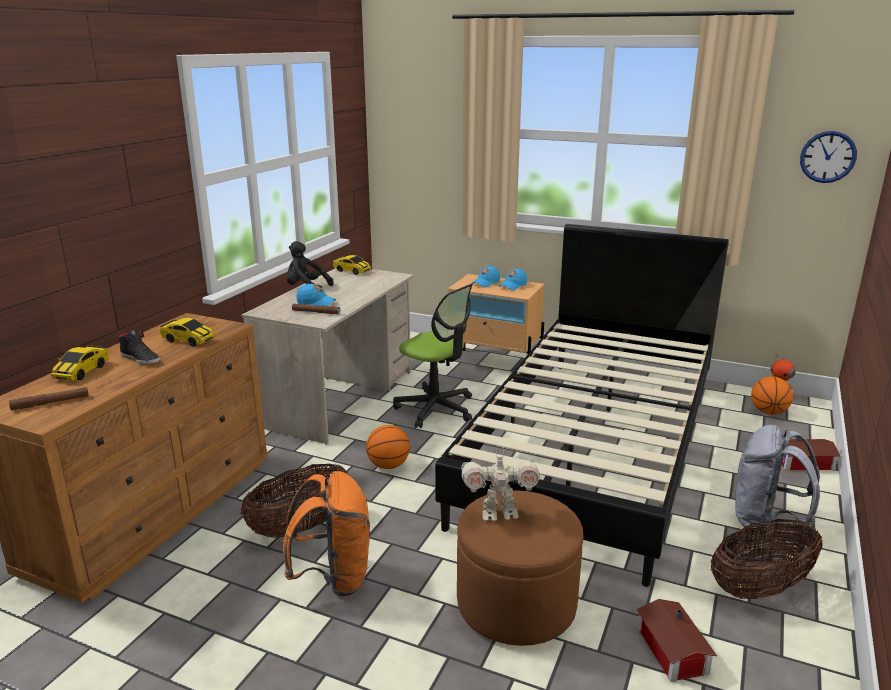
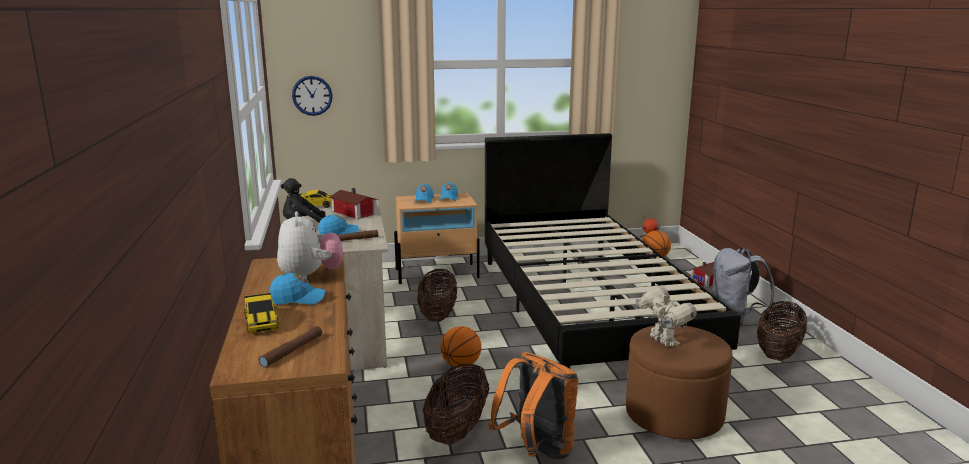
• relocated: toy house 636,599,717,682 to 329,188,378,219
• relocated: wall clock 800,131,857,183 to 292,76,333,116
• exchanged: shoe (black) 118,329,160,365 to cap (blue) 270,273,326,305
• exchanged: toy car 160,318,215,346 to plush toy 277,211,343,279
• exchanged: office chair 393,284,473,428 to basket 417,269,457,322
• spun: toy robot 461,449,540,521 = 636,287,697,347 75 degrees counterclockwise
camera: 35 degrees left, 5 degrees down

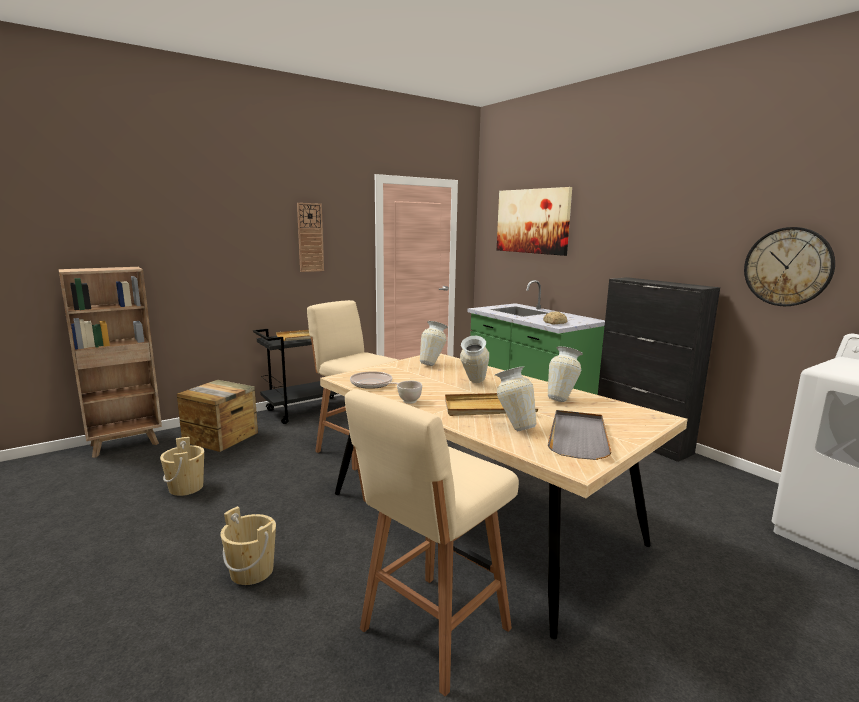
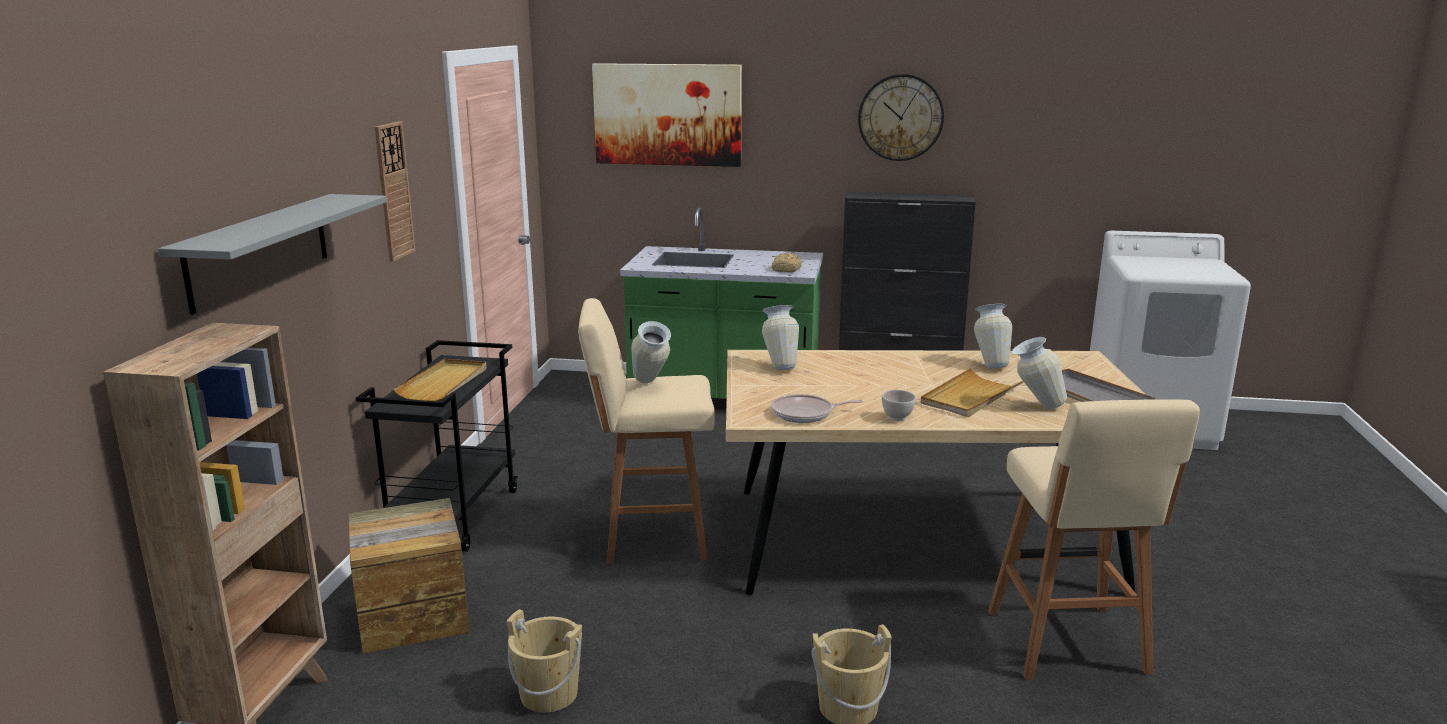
• appeared: shelf (grey) 158,194,387,315
• relocated: vase 460,336,489,383 to 631,321,671,383
• relocated: wall clock 744,227,835,306 to 858,74,944,161
camera: 45 degrees left, 5 degrees up

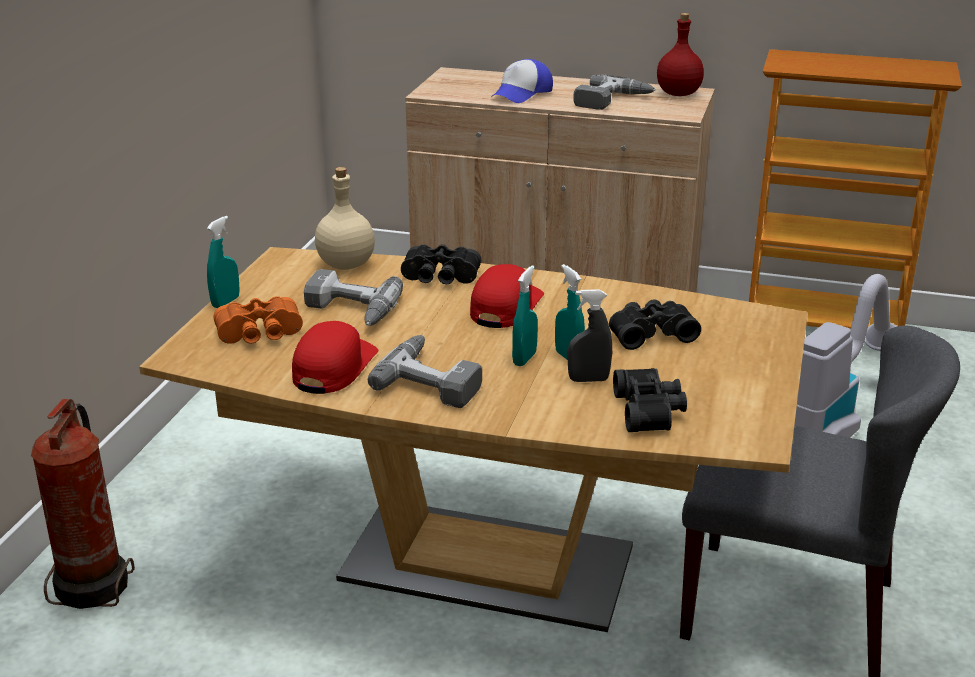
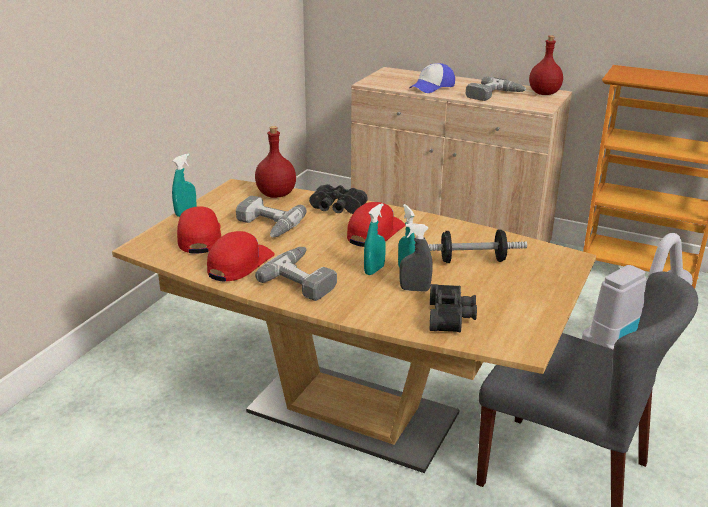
• missing: fire extinguisher 31,399,135,609
• exchanged: binoculars (orange) 213,296,303,344 to cap (red) 177,206,221,254
• exchanged: binoculars (black) 609,299,701,350 to dumbbell 428,229,527,263
• colour: bottle (beige) 315,167,375,270 to bottle (red) 255,126,296,198
camera: 10 degrees right, 0 degrees up

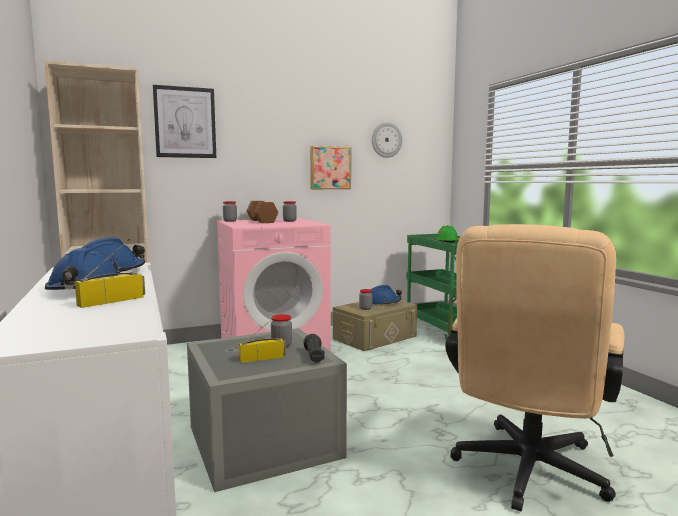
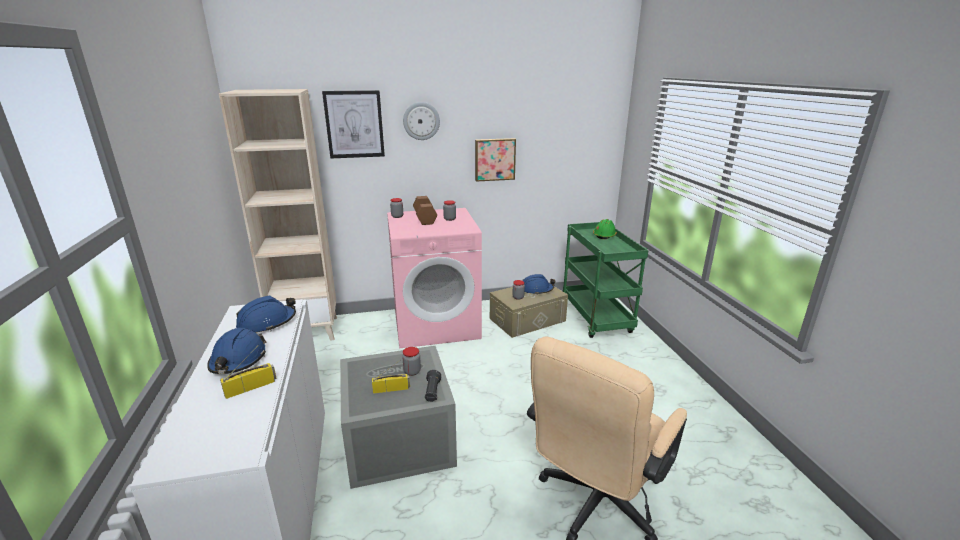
• relocated: wall clock 372,122,402,158 to 403,102,440,140
camera: 10 degrees right, 15 degrees up

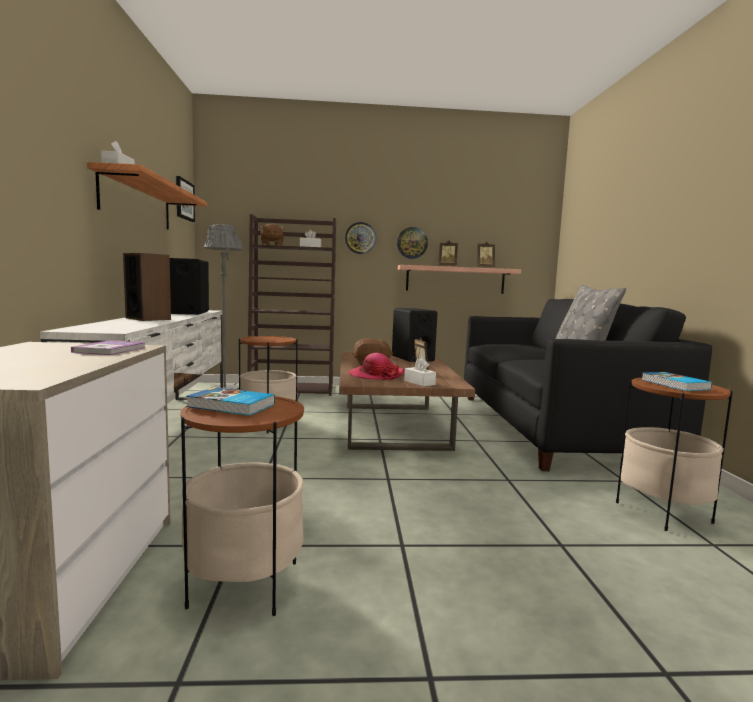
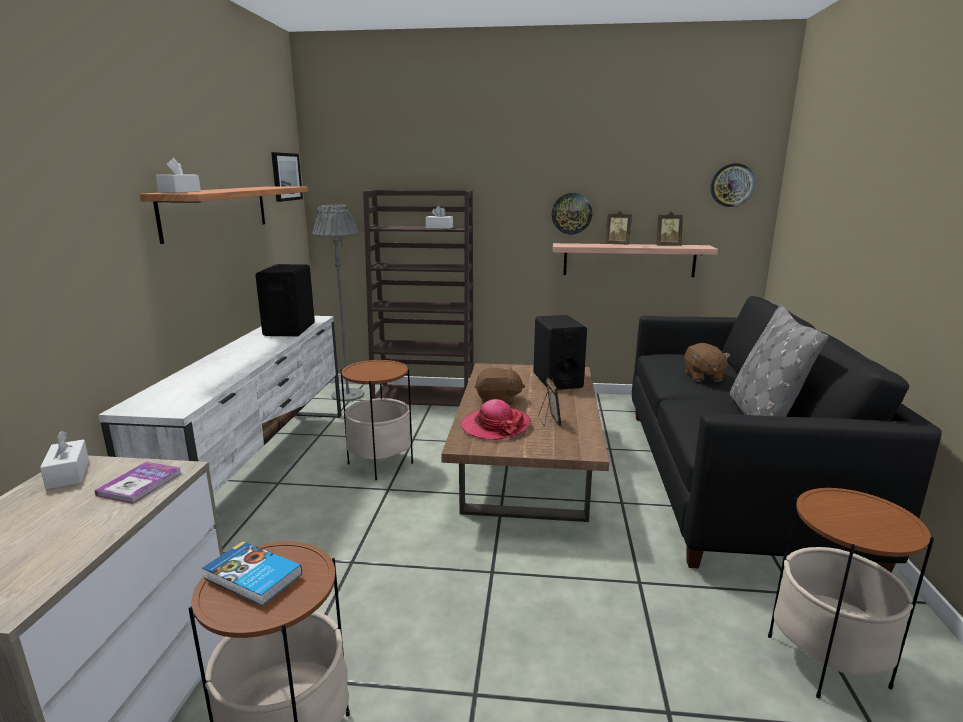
• missing: speaker 123,253,171,321
• missing: book 642,372,712,391
• relocated: plush toy (brown) 259,224,285,246 to 684,343,731,382
• relocated: wall clock 345,222,376,254 to 710,163,755,207
• relocated: tissue box (white) 404,357,436,387 to 40,431,89,490
camera: 10 degrees right, 10 degrees up

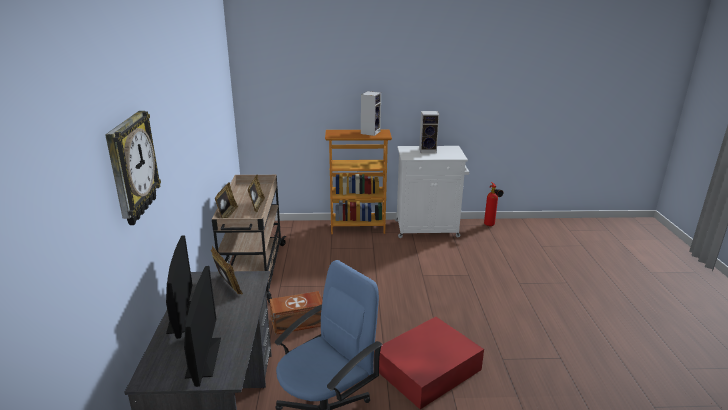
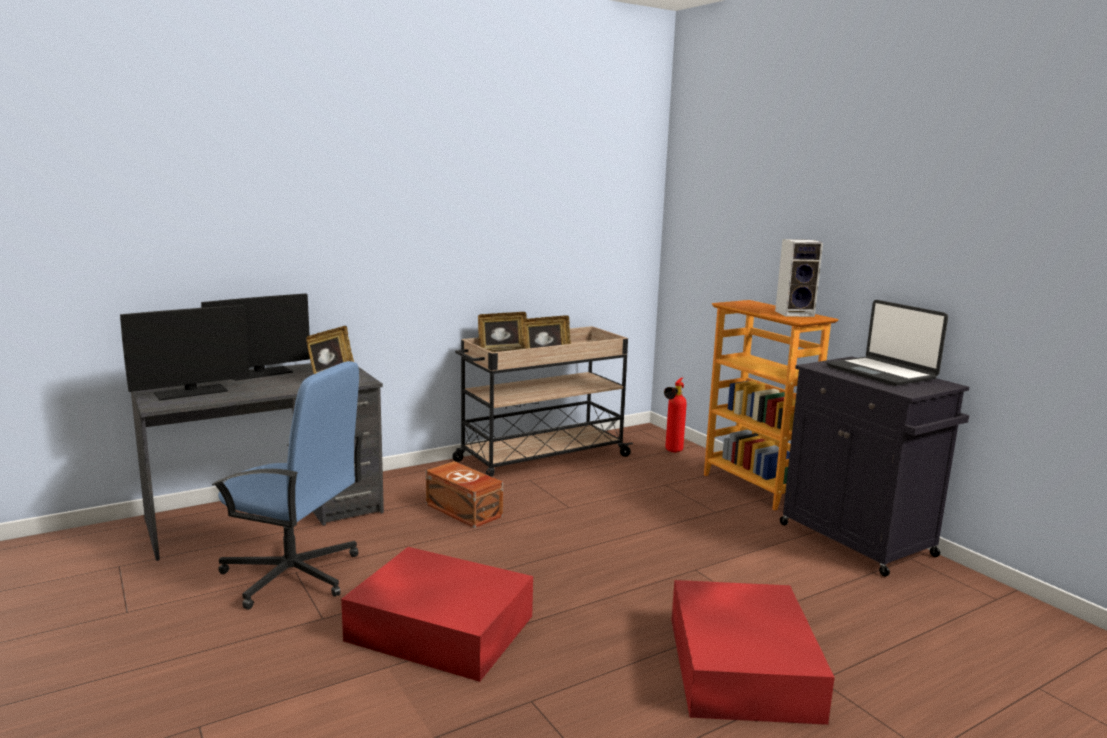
• missing: wall clock 105,111,161,225
• appeared: storage box (red) 672,580,835,725
• relocated: fire extinguisher 484,182,504,226 to 664,378,687,452
• exchanged: speaker 419,111,439,153 to laptop 826,300,948,386
• colour: cabinet (white) 395,146,469,238 to cabinet (black) 780,357,969,577
camera: 60 degrees right, 10 degrees down

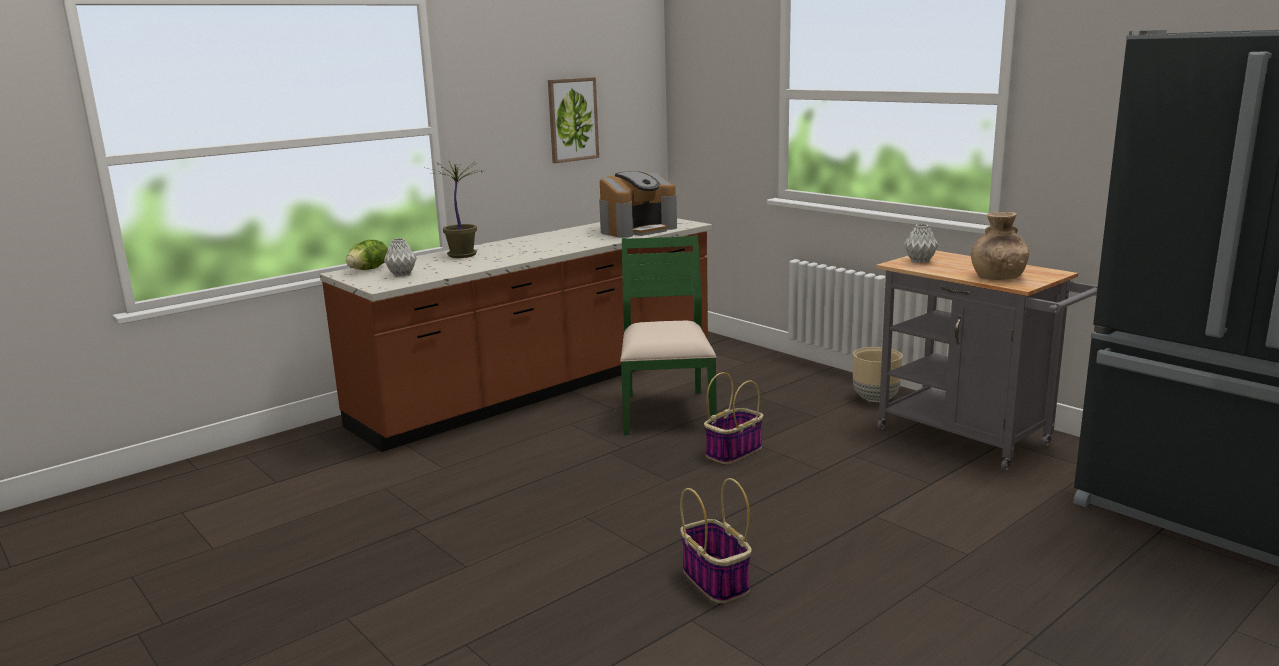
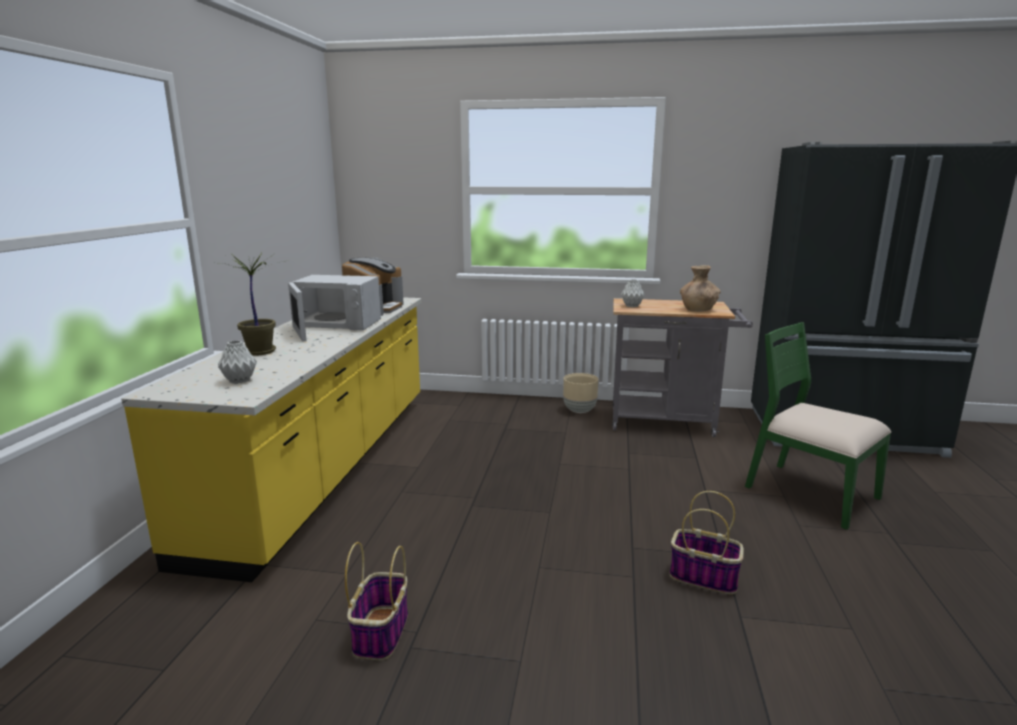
• missing: lettuce 346,240,388,270
• missing: picture 548,77,599,163
• appeared: microwave (white) 288,275,381,341
• relocated: chair (green) 620,235,717,435 to 745,322,891,530
• relocated: basket 704,372,763,464 to 345,542,408,660
• colour: counter (brown) 320,218,712,452 to counter (yellow) 121,297,422,582
camera: 40 degrees left, 0 degrees up

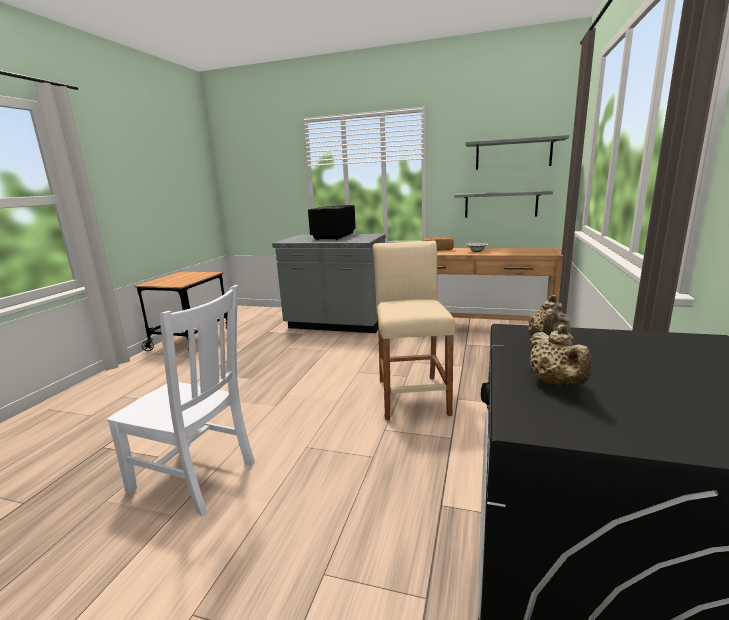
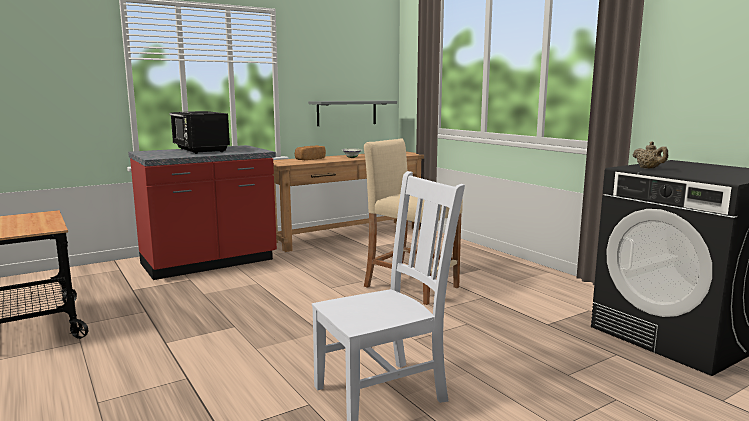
• missing: shelf (grey) 465,135,569,170
• missing: teapot (beige) 528,324,591,386
• colour: counter (grey) 272,234,386,333 to counter (red) 128,145,277,280
camera: 50 degrees left, 5 degrees down

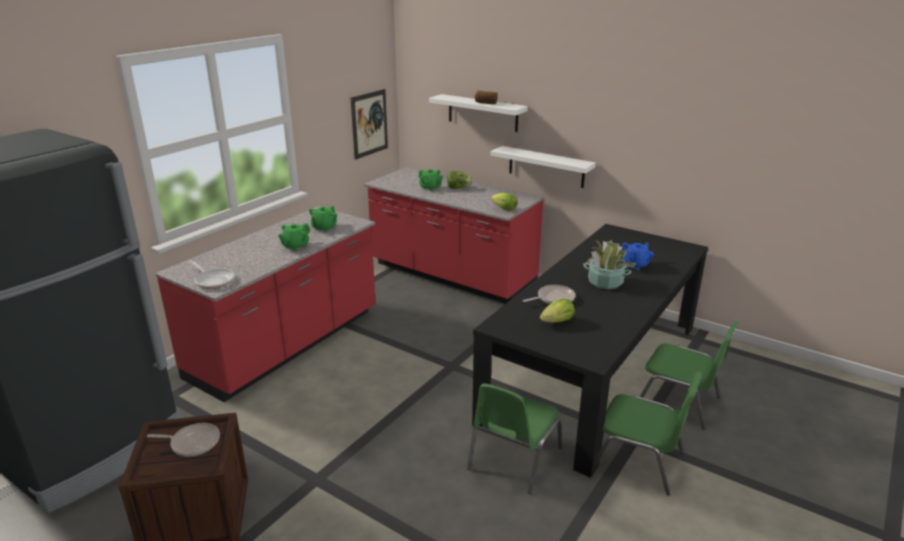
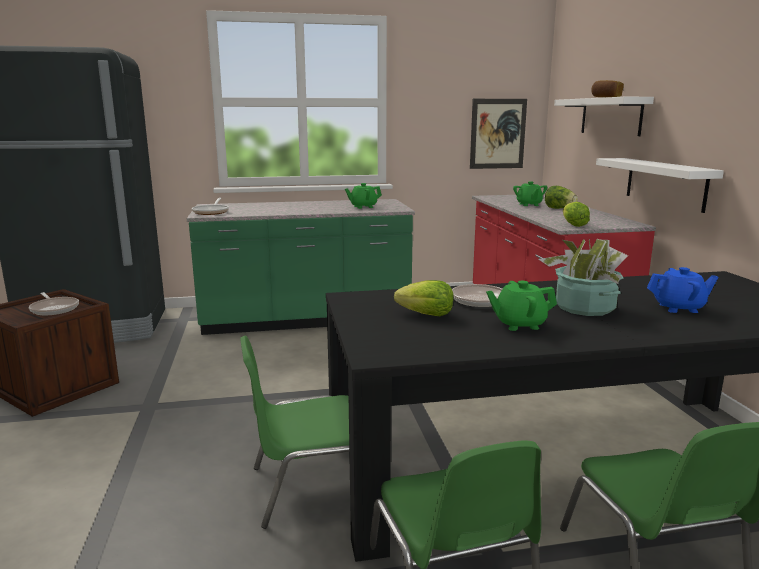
• relocated: teapot (green) 278,223,310,251 to 486,281,557,331
• colour: counter (red) 155,206,376,402 to counter (green) 187,199,415,335
camera: 45 degrees right, 10 degrees down

